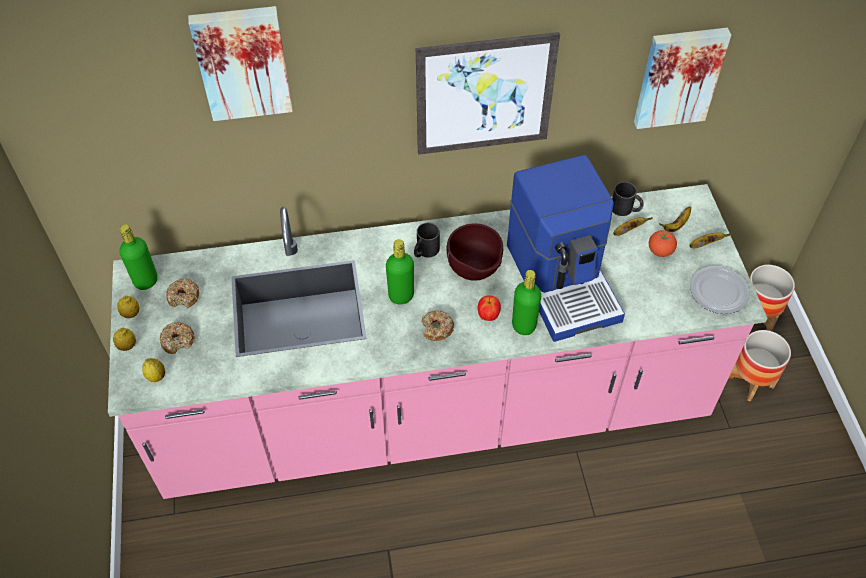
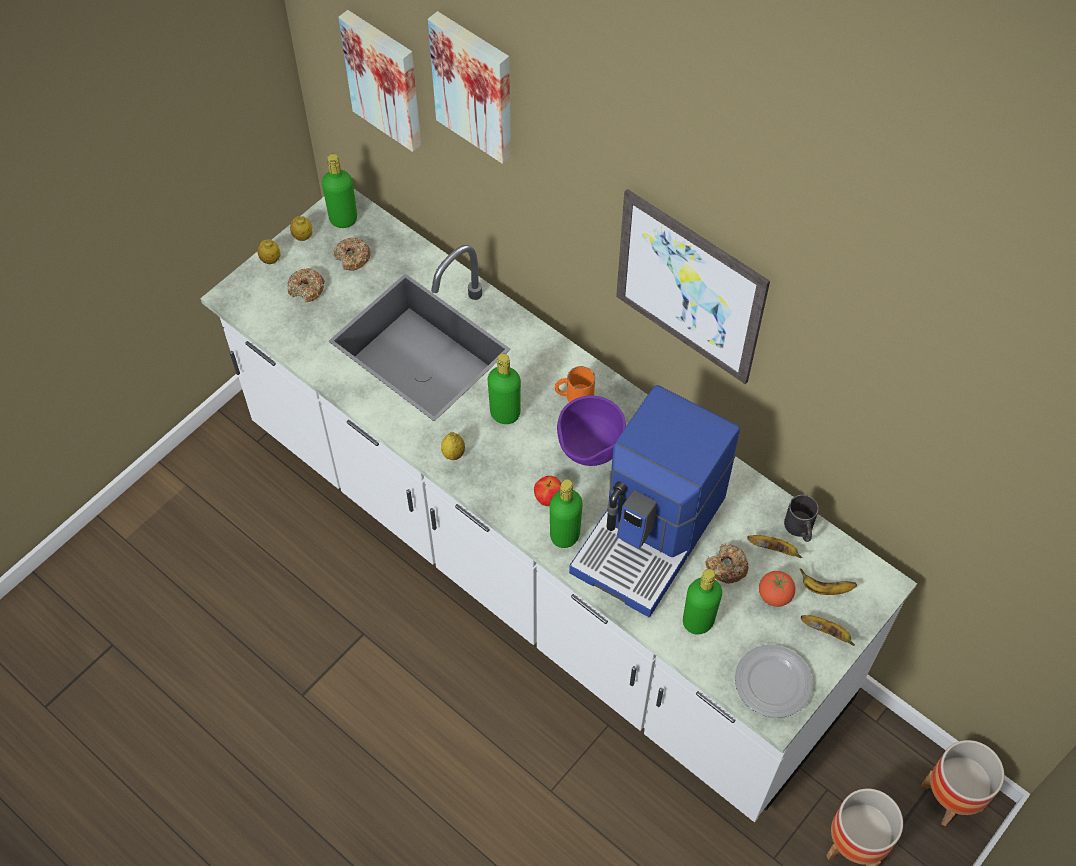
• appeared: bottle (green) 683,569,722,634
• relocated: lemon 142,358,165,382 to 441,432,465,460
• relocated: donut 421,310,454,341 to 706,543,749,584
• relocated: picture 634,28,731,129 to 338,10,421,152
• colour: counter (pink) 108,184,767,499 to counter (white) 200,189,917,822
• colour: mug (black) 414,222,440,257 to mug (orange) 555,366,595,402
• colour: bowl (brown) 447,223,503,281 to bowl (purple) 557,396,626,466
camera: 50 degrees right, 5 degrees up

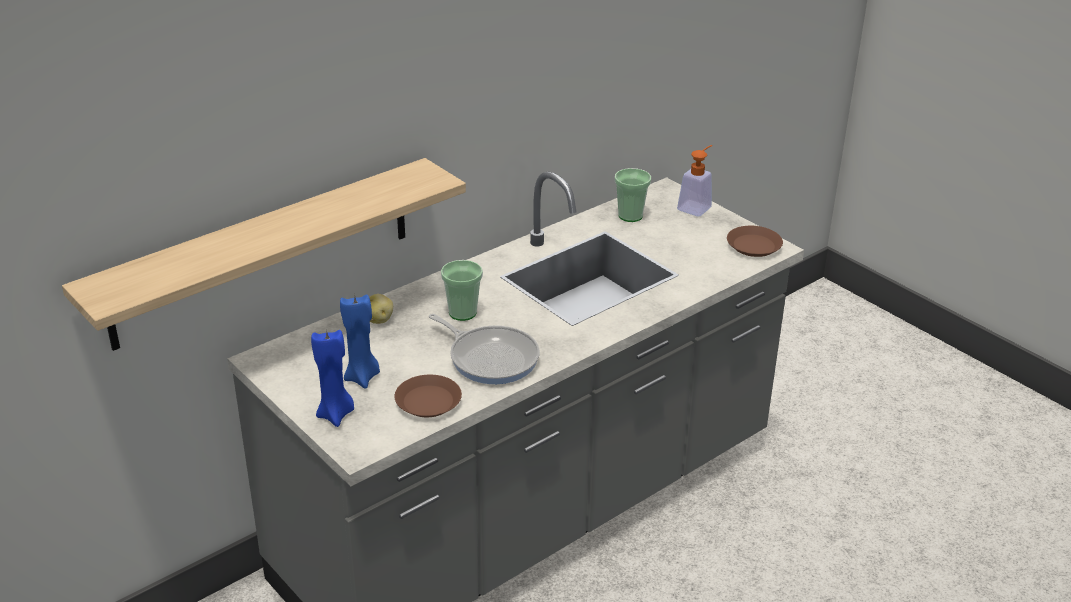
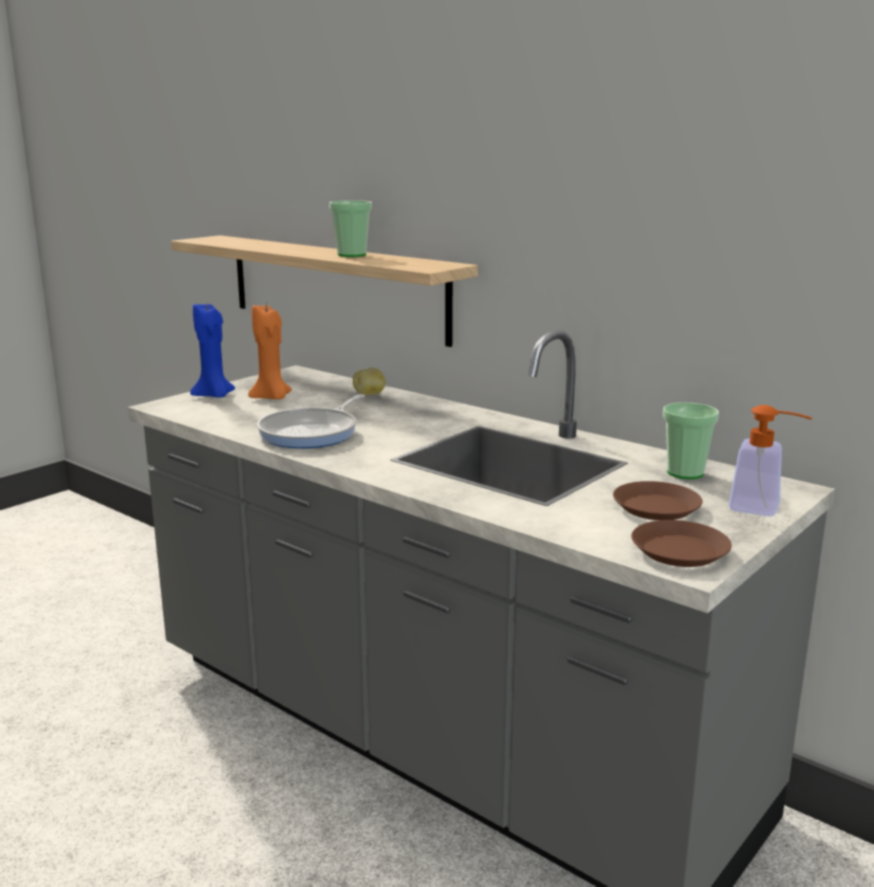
• relocated: plate (brown) 395,375,462,417 to 613,481,703,520
• relocated: cup 441,260,483,321 to 329,200,372,257
• colour: candle (blue) 340,294,380,389 to candle (orange) 248,305,292,399
camera: 80 degrees right, 15 degrees down

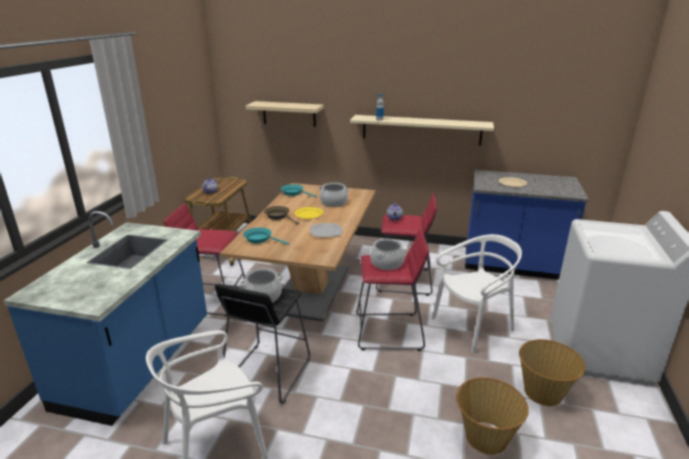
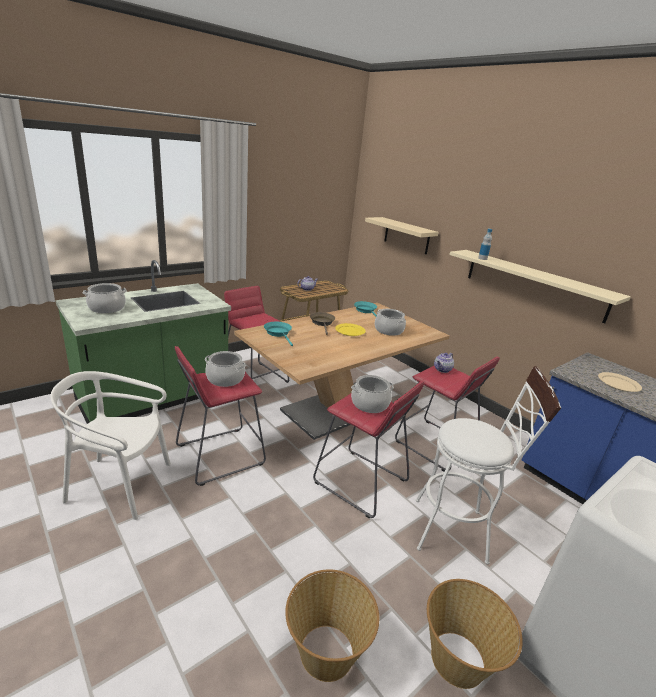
• missing: plate 310,223,343,237
• appeared: cooking pot 83,283,127,313
• exchanged: chair (white) 432,234,522,353 to stool (white) 416,366,561,565
• colour: counter (blue) 3,211,207,426 to counter (green) 55,260,231,424
• colour: stool (black) 215,284,310,404 to stool (red) 175,346,266,486
camera: 35 degrees right, 0 degrees up

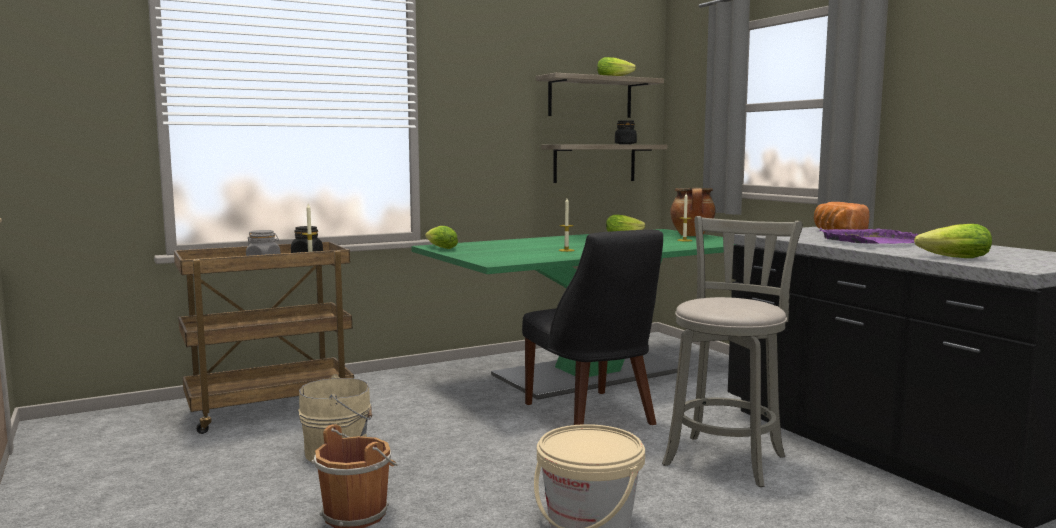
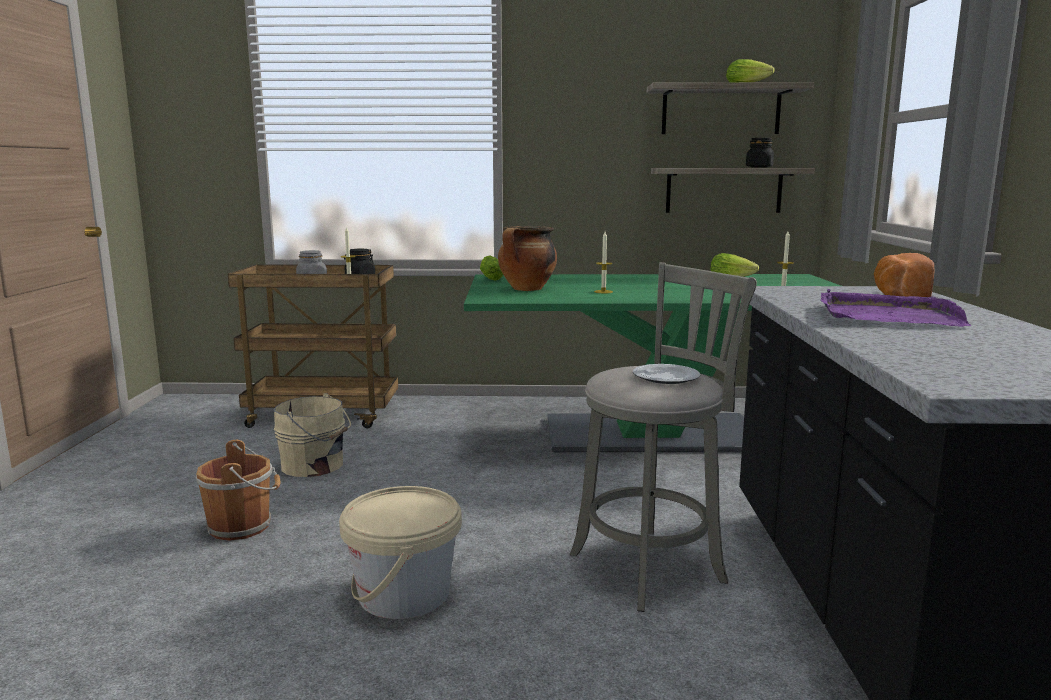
• missing: chair (black) 522,230,663,425
• missing: lettuce 914,224,992,258
• appeared: plate 633,364,700,384
• relocated: cooking pot 670,188,716,236 to 498,226,557,291
camera: 30 degrees right, 5 degrees up

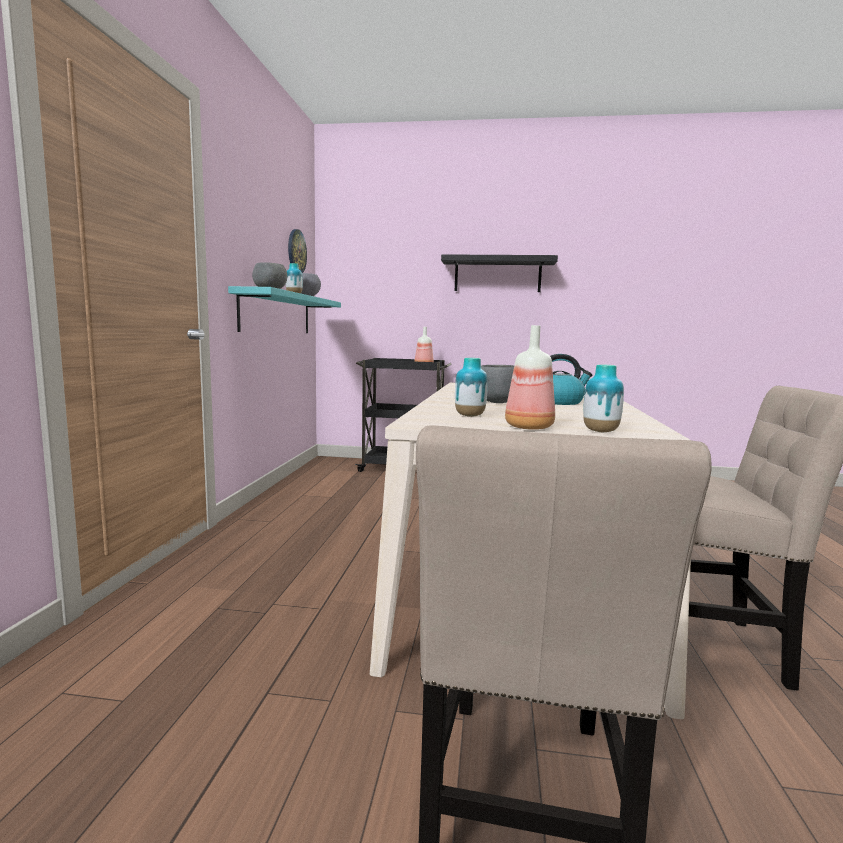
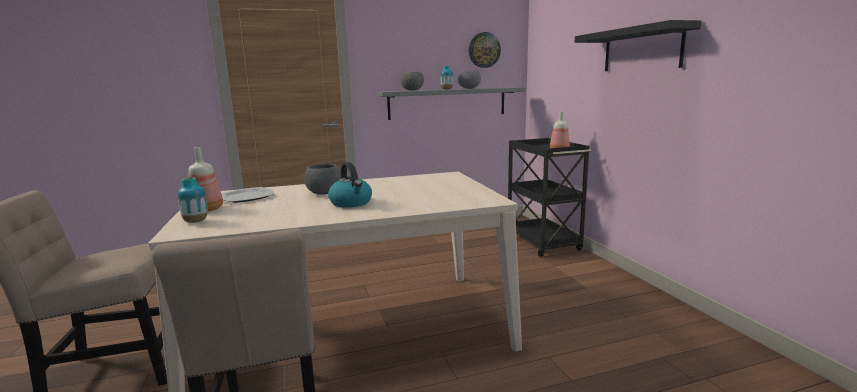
• exchanged: vase 455,358,488,417 to plate 221,187,274,203
• colour: shelf (turquoise) 228,286,341,333 to shelf (grey) 376,87,526,120
camera: 65 degrees right, 5 degrees up

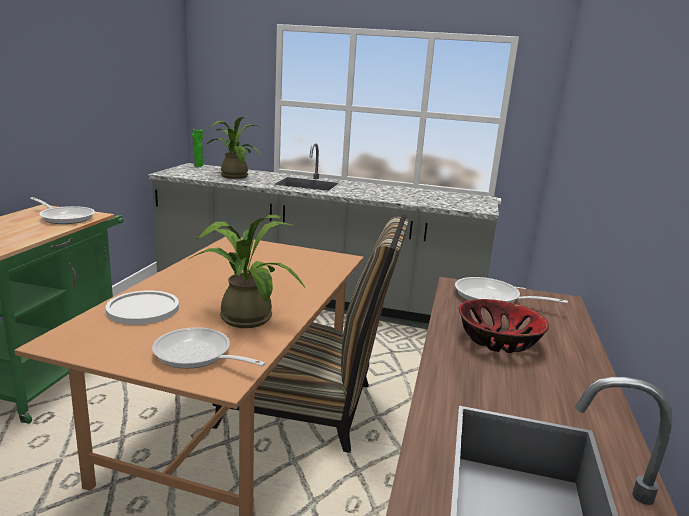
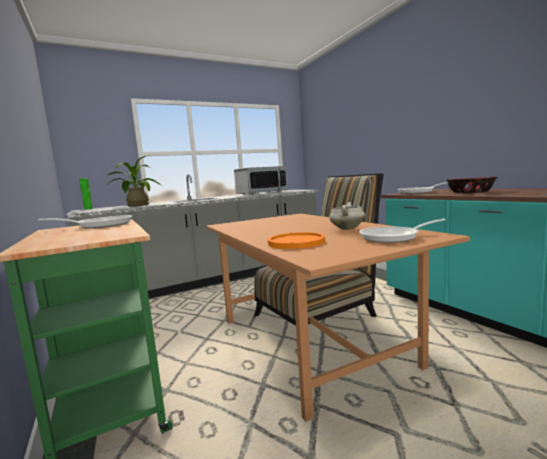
• appeared: microwave 234,166,287,195
• exchanged: potted plant 189,215,305,328 to cooking pot (white) 329,202,365,230
• colour: plate (white) 106,290,179,325 to plate (orange) 268,232,325,249
camera: 40 degrees left, 10 degrees down

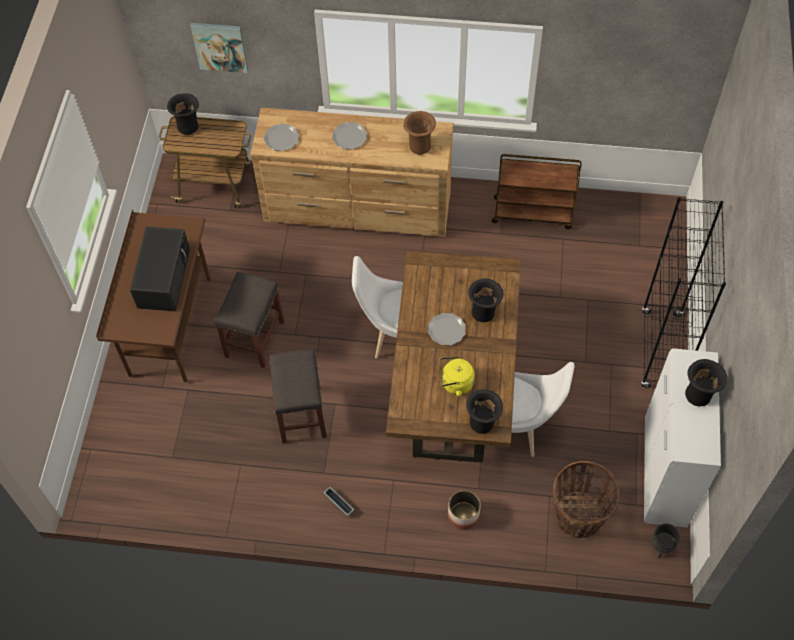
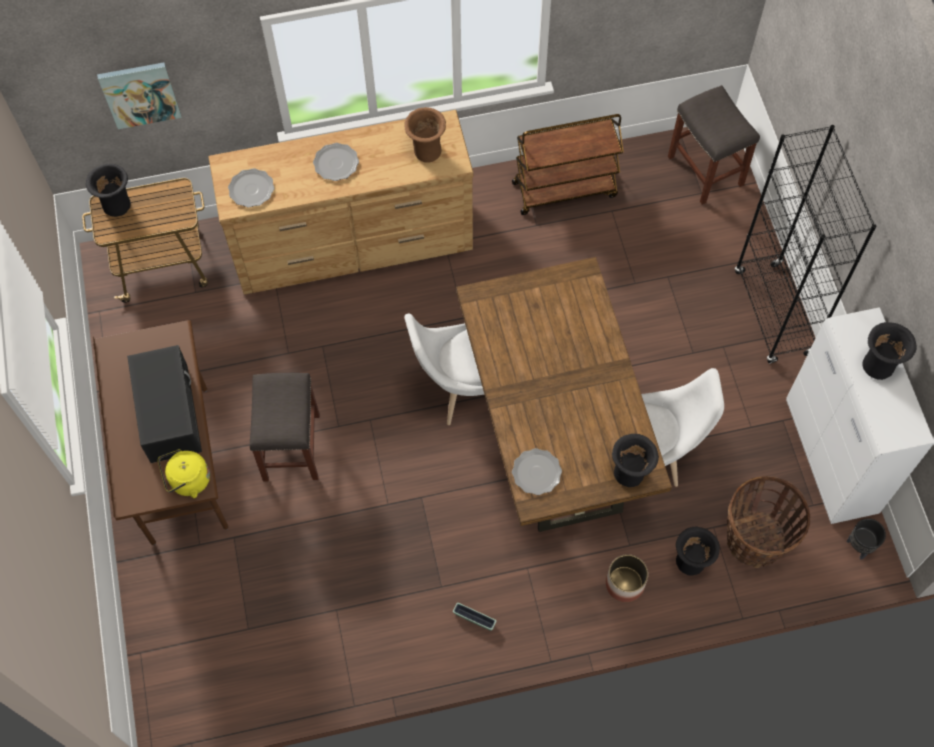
• relocated: stool (grey) 269,349,327,444 to 668,85,760,205
• relocated: plate 428,313,466,346 to 512,448,562,495
• relocated: kettle (yellow) 440,356,475,397 to 158,449,210,498
• relocated: vase (black) 468,278,503,322 to 676,527,720,576
camera: 20 degrees left, 5 degrees up

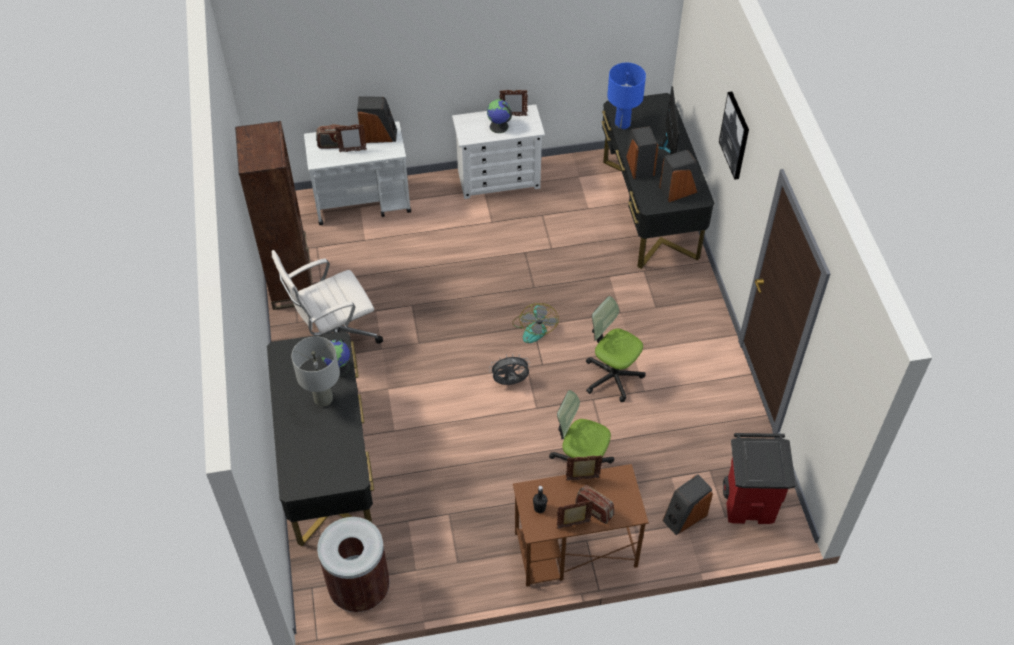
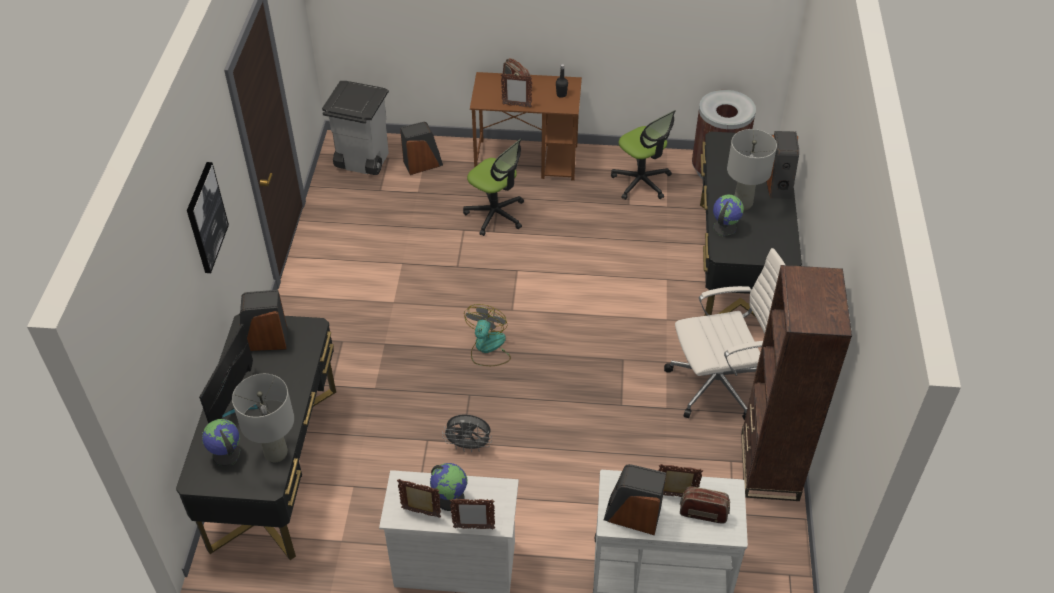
• appeared: globe 202,419,241,467
• relocated: fan (grey) 489,354,530,385 to 442,414,492,453
• relocated: picture frame 557,500,593,529 to 449,499,495,529
• relocated: office chair 586,296,646,402 to 611,110,676,200
• relocated: speaker 626,126,659,179 to 766,131,799,199
• colour: table lamp (blue) 607,63,646,129 to table lamp (grey) 232,374,294,462
• colour: trash can (red) 723,433,796,524 to trash can (grey) 322,81,389,175
camera: 165 degrees left, 5 degrees down

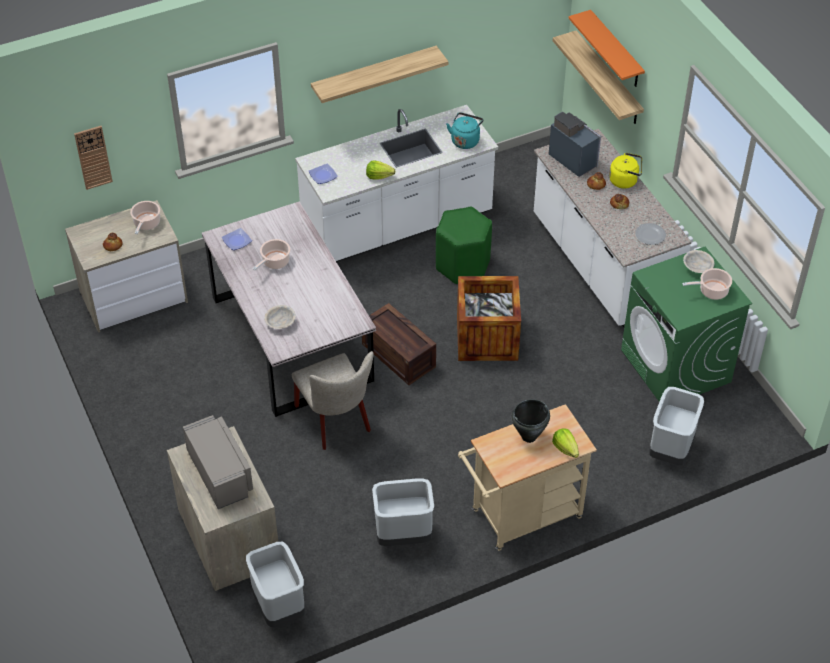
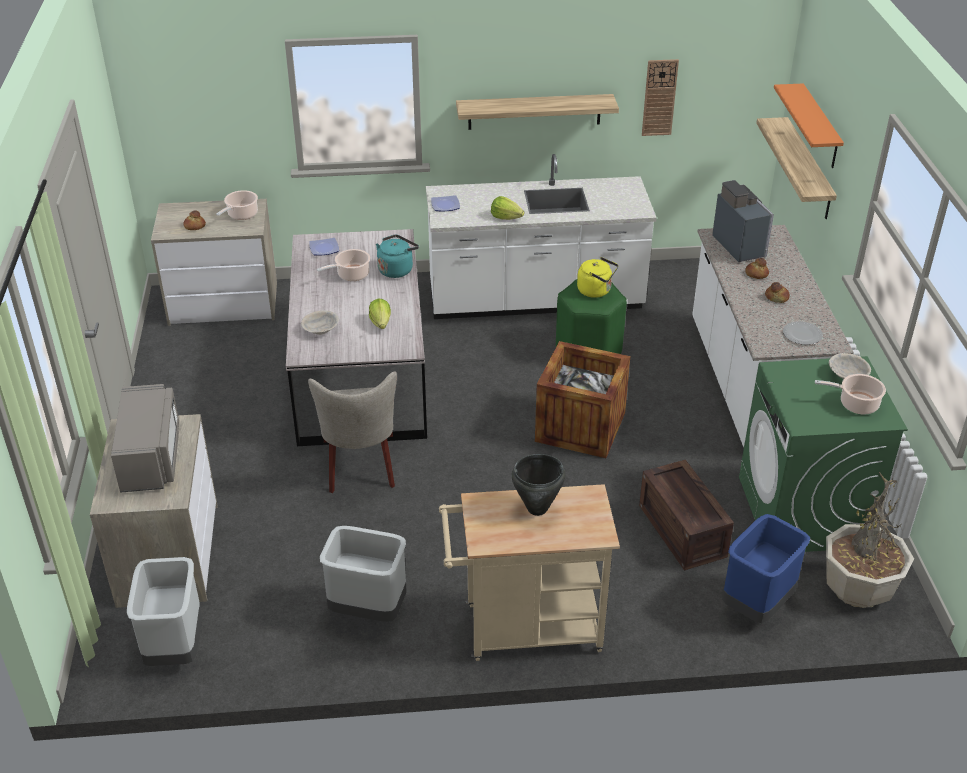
• appeared: potted plant 826,472,914,608
• relocated: wall clock 74,126,113,190 to 642,59,679,136
• relocated: crate 362,303,436,385 to 639,460,734,570
• relocated: kettle (turquoise) 446,112,484,149 to 376,234,419,278
• relocated: lettuce 552,428,579,458 to 369,298,391,329
• relocated: kettle (yellow) 609,153,642,189 to 577,257,618,298
• colour: trash can (grey) 649,387,704,465 to trash can (blue) 722,514,810,623
camera: 20 degrees right, 10 degrees down

